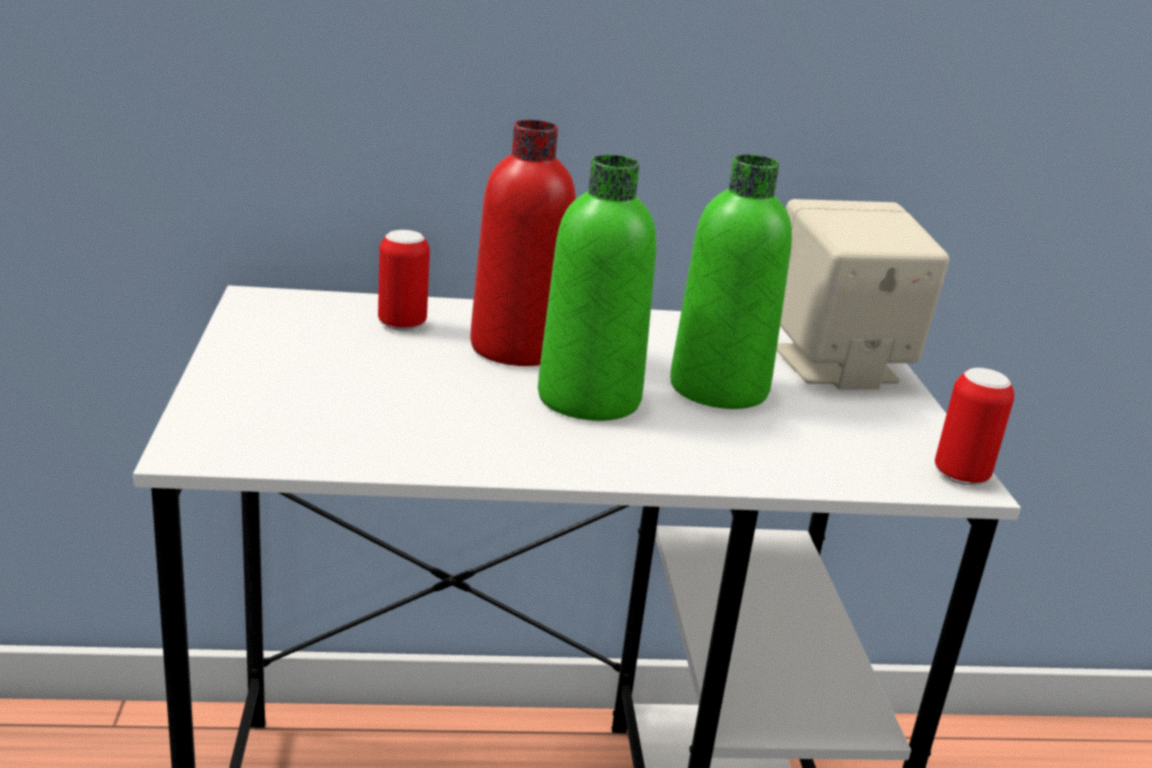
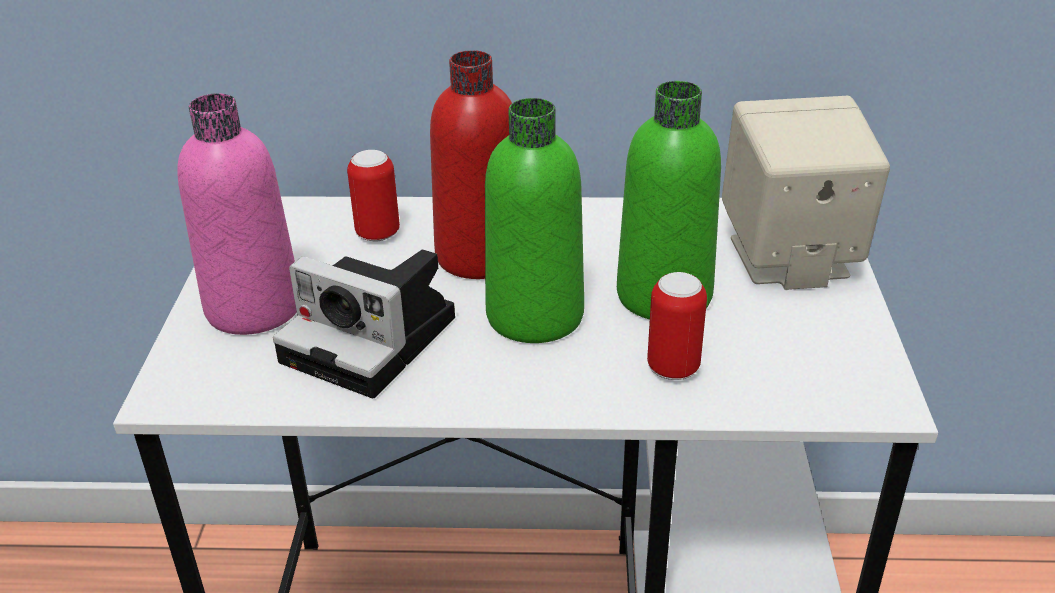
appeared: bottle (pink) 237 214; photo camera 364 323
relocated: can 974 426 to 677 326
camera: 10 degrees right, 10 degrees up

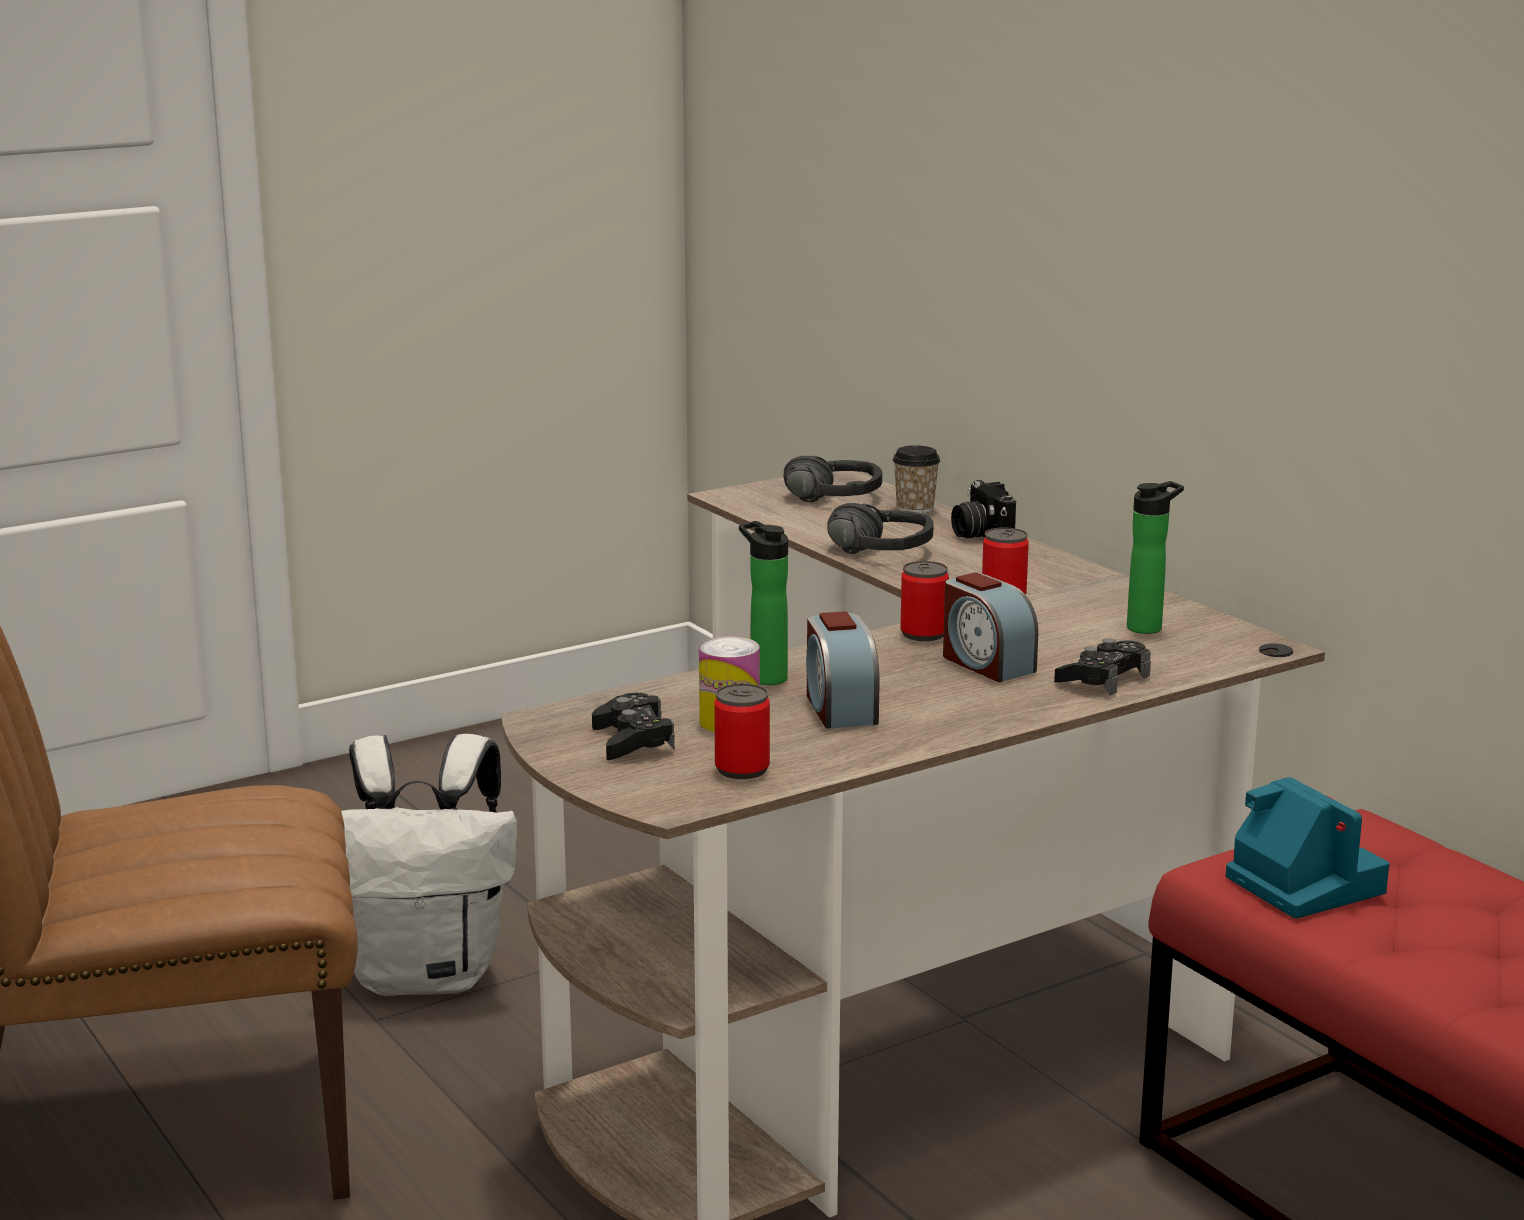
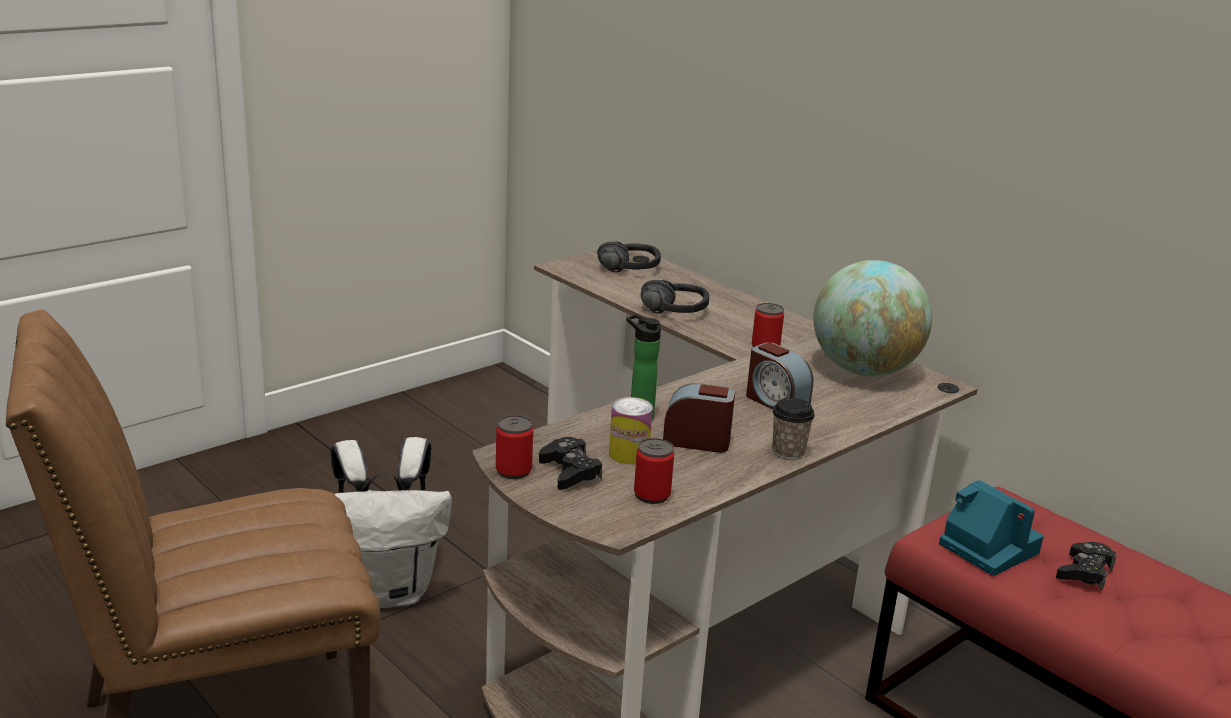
missing: photo camera 983 509
relocated: cup 916 479 to 793 429; can 924 601 to 514 447; game controller (black) 1102 666 to 1086 566
exchanged: bottle 1155 557 to globe 872 318
spun: alarm clock 842 670 = 699 418 120 degrees clockwise
camera: 10 degrees left, 5 degrees up

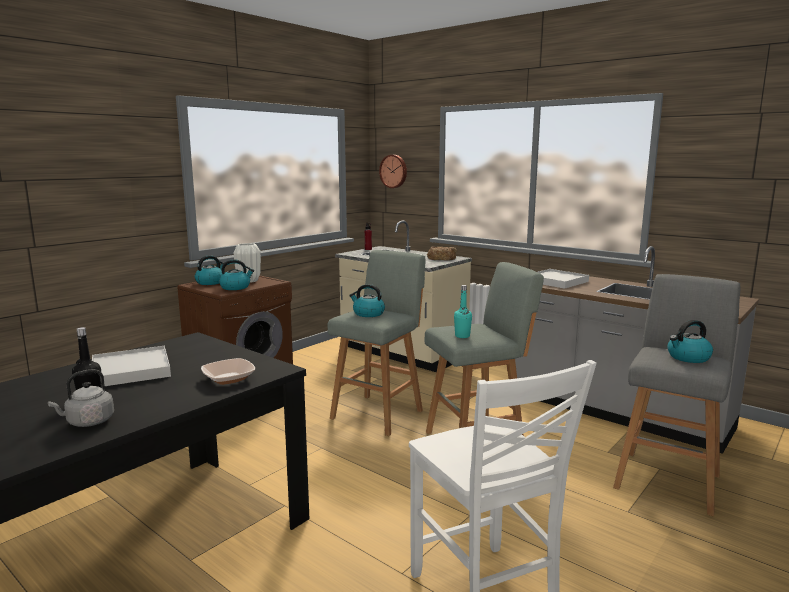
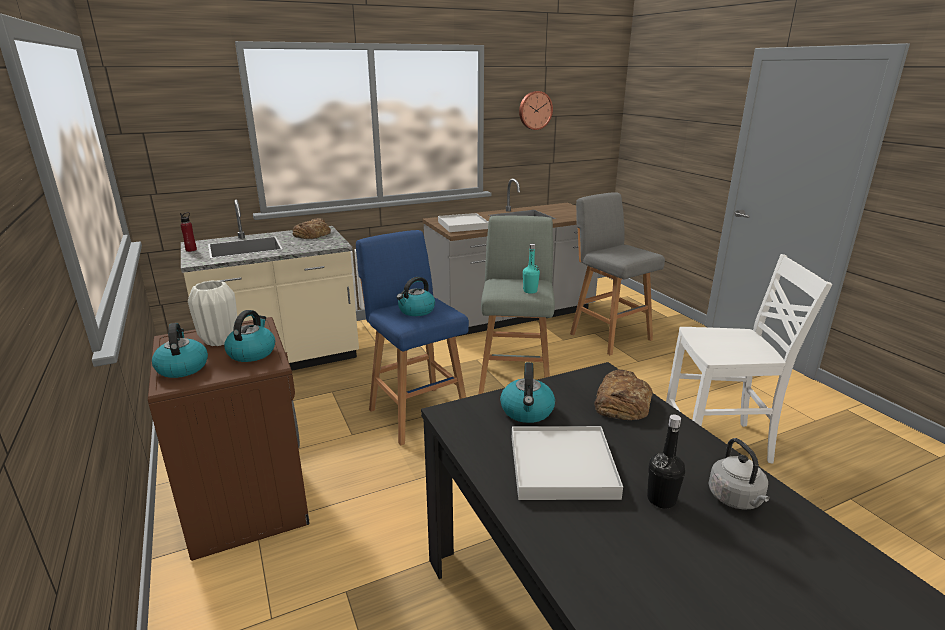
relocated: wall clock 393 171 to 536 110; kettle 690 341 to 527 392
exchanged: bowl 228 371 to bread 623 394
colour: stool (grey) 376 343 to stool (blue) 412 338
camera: 65 degrees left, 10 degrees up

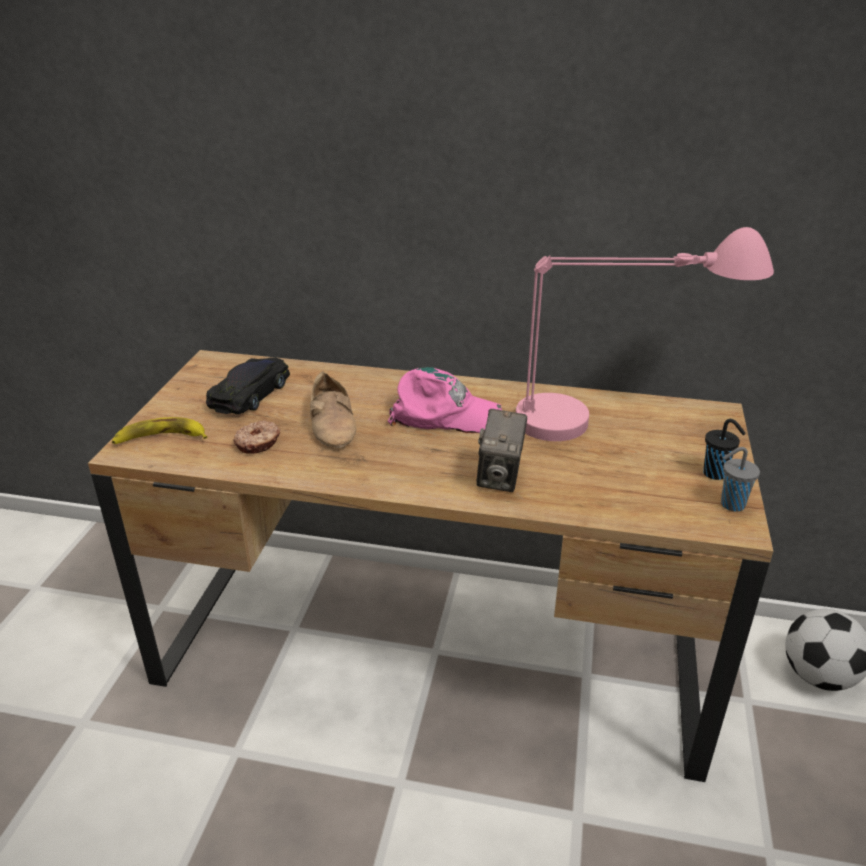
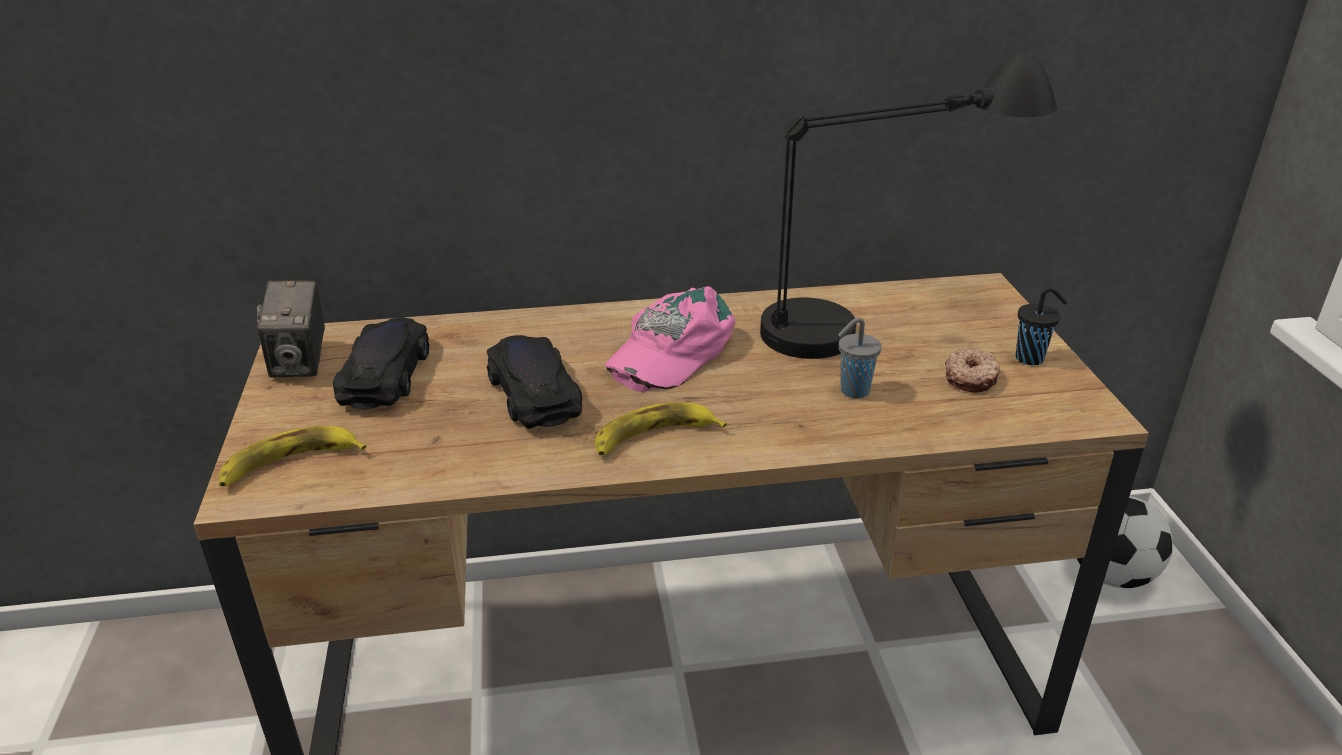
appeared: banana 661 429
relocated: donut 257 437 to 972 370; photo camera 501 450 to 291 329; cup (grey) 740 479 to 860 358
exchanged: shoe (beige) 333 409 to toy car (black) 534 382
colour: table lamp (pink) 645 334 to table lamp (black) 908 206
spun: cap (pink) 445 400 = 670 339 135 degrees clockwise
camera: 20 degrees left, 0 degrees up

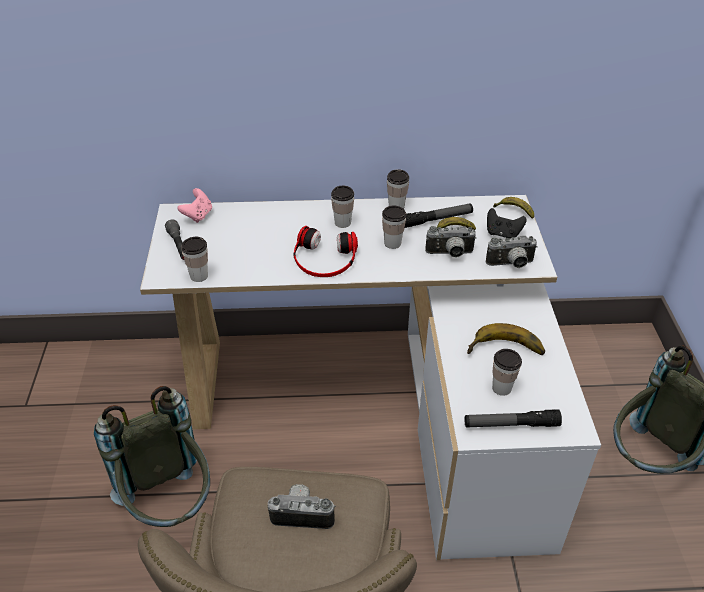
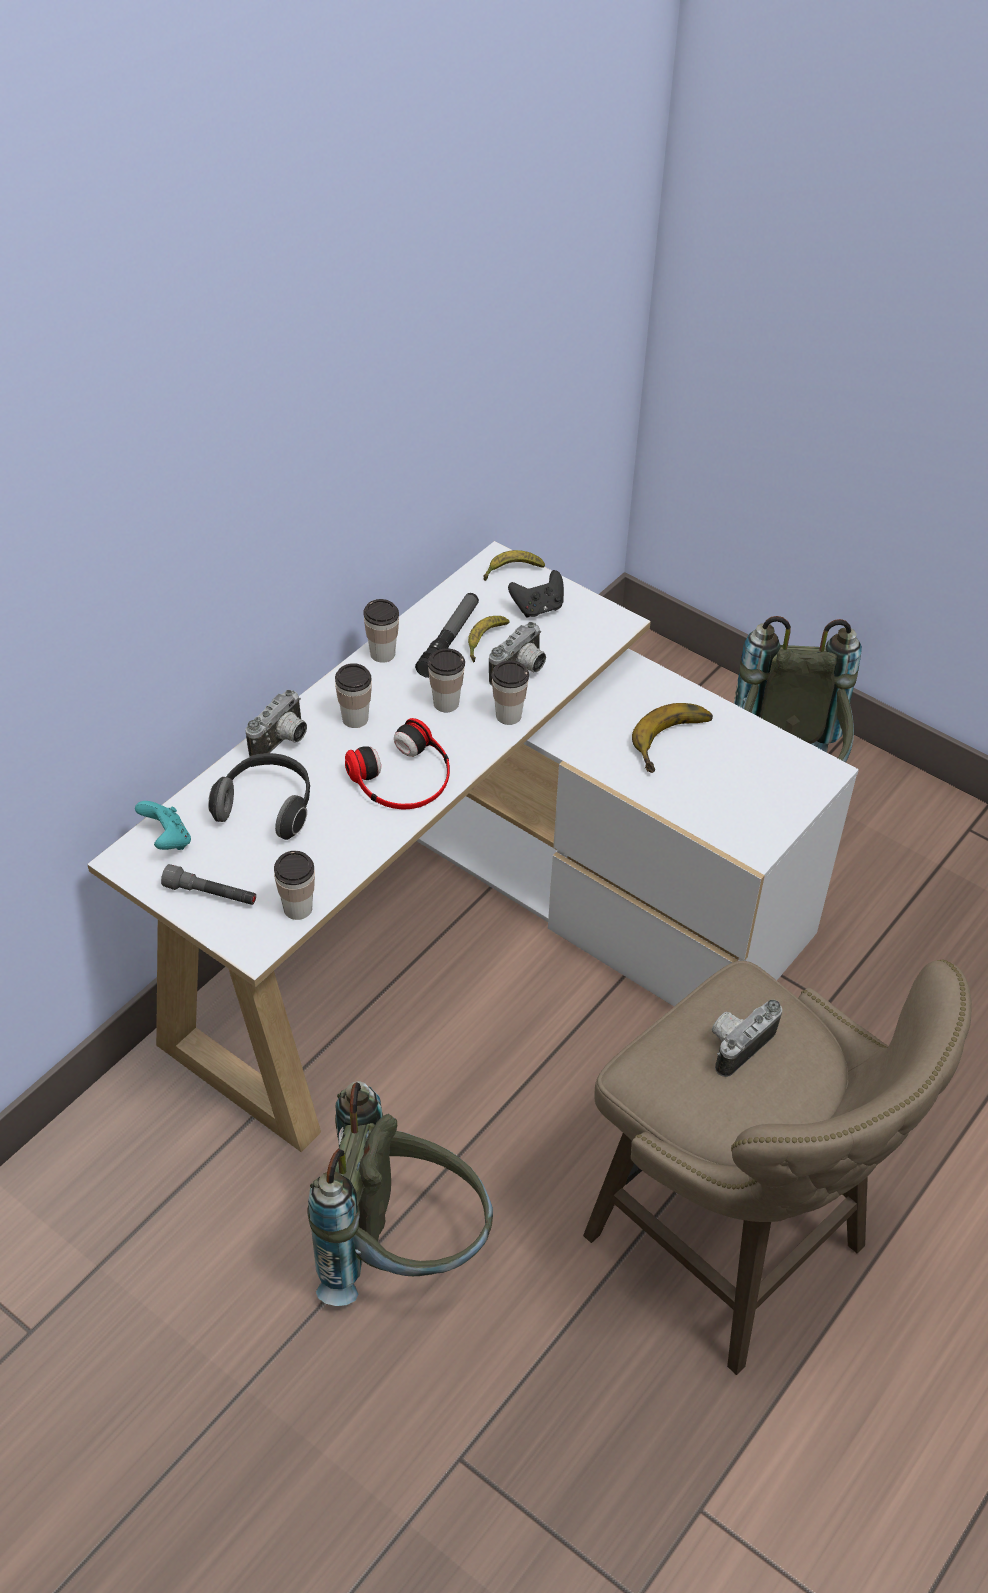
missing: flashlight 513 418
appeared: headphones 259 796
relocated: photo camera 512 252 to 276 723; cup 507 372 to 510 693
colour: game controller (pink) 194 205 to game controller (turquoise) 163 825
camera: 50 degrees left, 5 degrees up

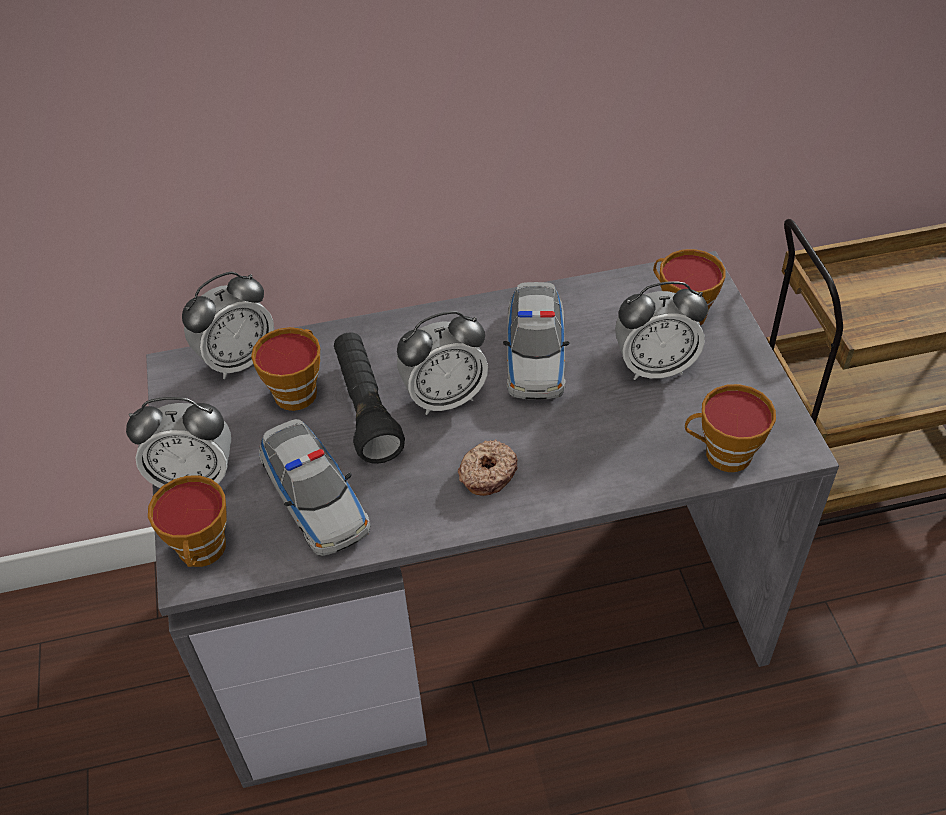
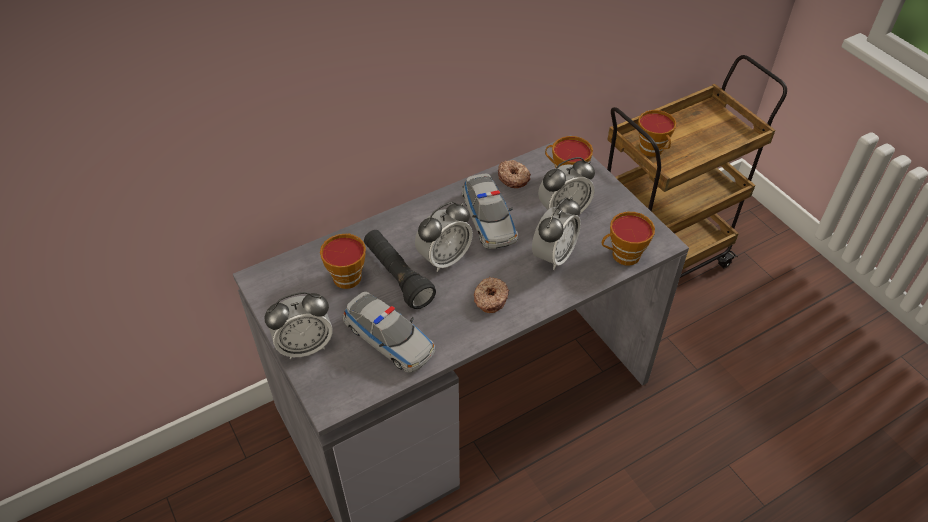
appeared: donut 514 174
relocated: cup 187 521 to 657 133; alarm clock 228 325 to 556 233
camera: 20 degrees left, 0 degrees up

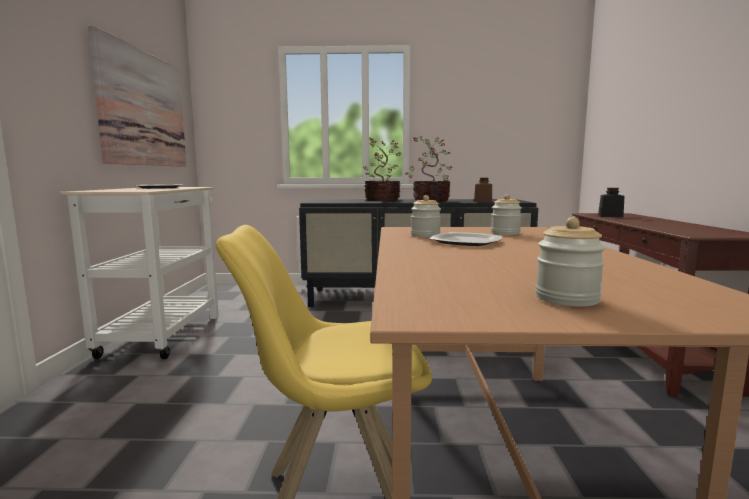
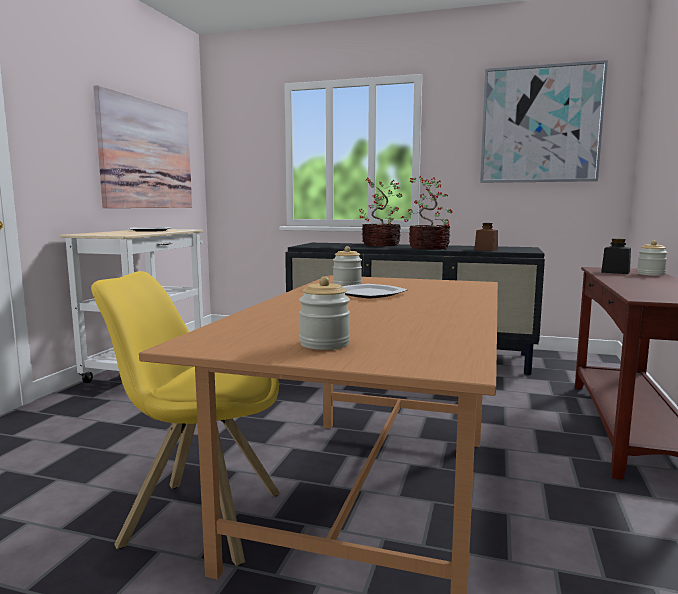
appeared: picture 544 121
relocated: jar 506 214 to 652 258
camera: 15 degrees right, 0 degrees up

